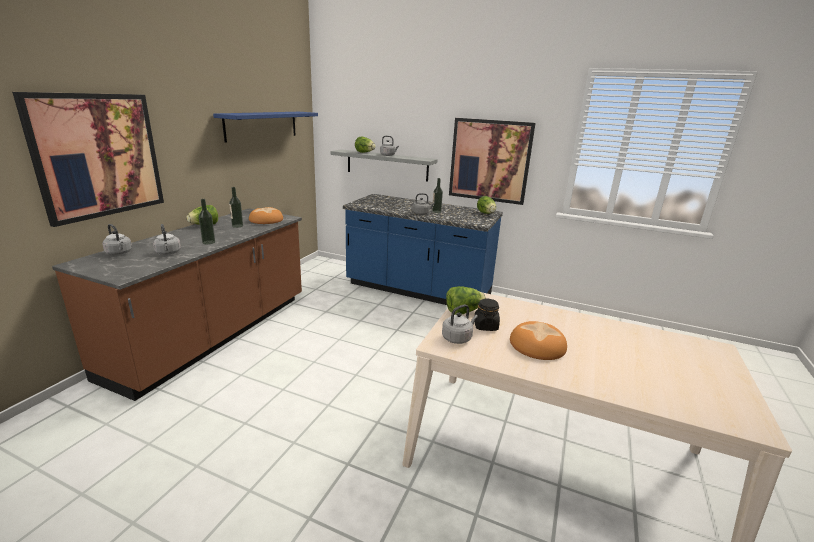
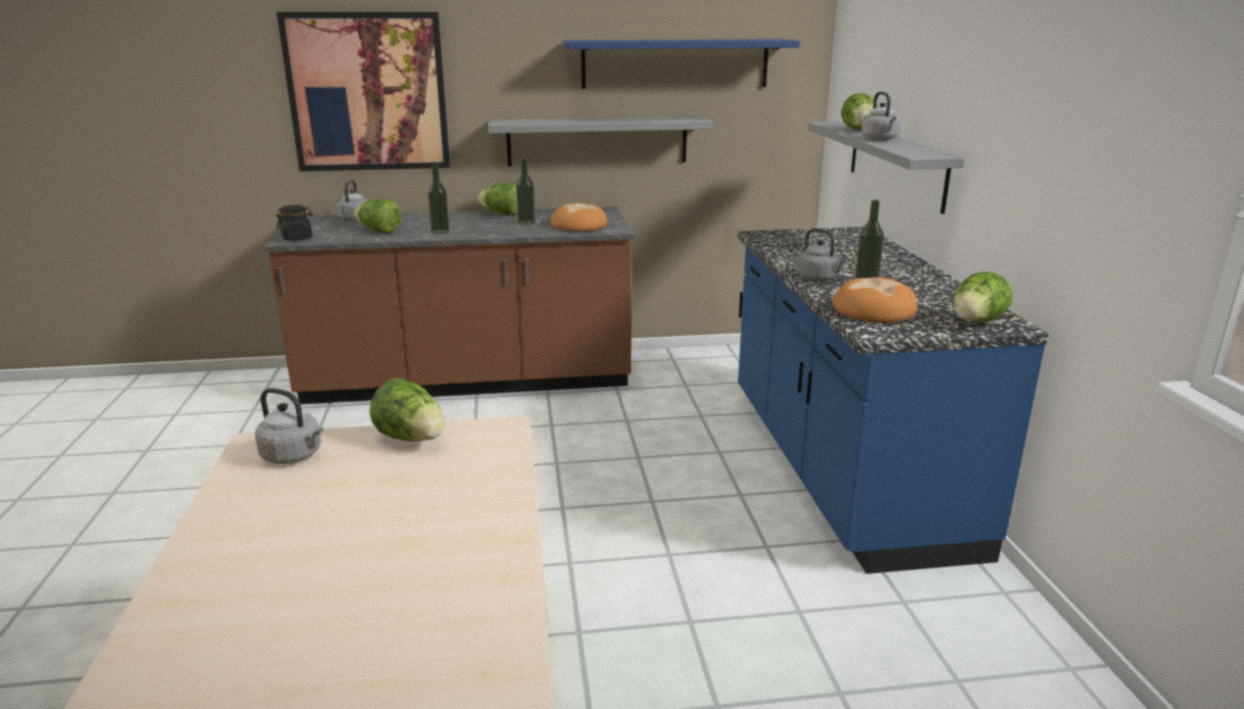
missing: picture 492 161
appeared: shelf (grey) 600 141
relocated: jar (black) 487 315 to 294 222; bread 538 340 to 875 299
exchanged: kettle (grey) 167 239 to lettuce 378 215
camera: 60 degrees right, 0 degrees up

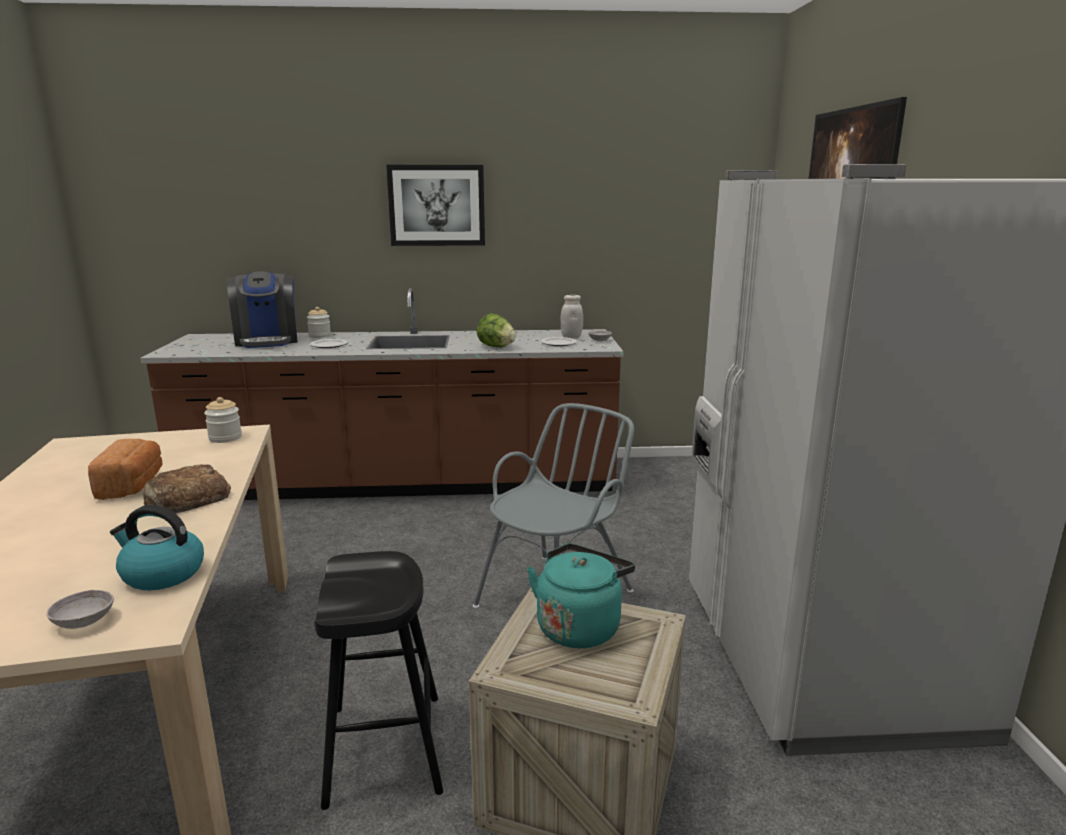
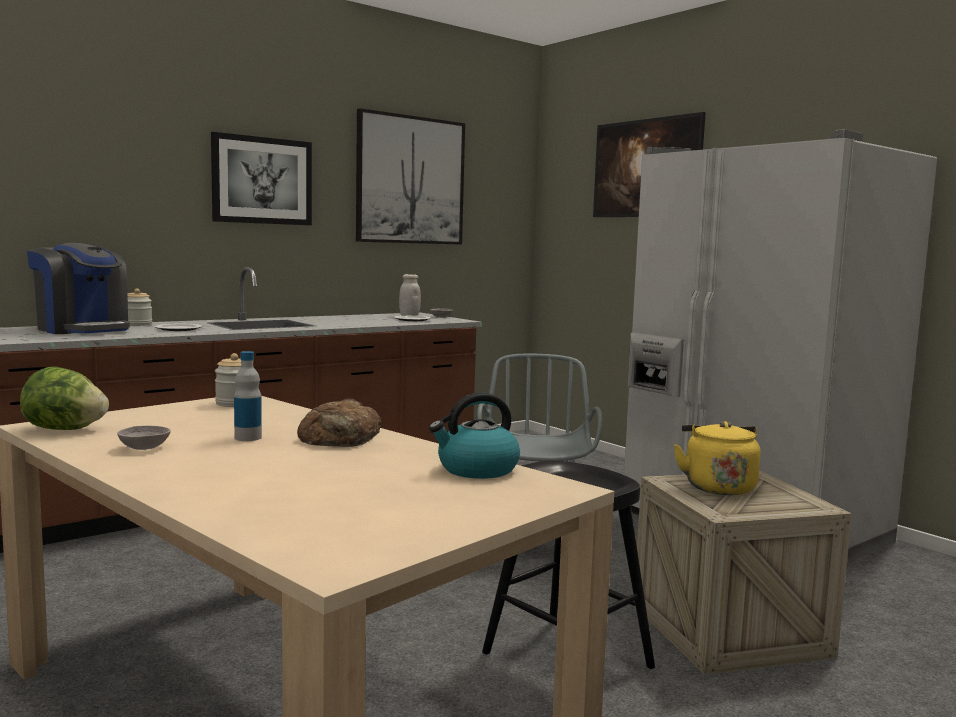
appeared: picture 410 176
relocated: bowl (grey) 80 609 to 144 438; lettuce 496 331 to 64 398
exchanged: bread 125 469 to bottle 248 396
colour: kettle (turquoise) 581 595 to kettle (yellow) 717 458
camera: 35 degrees left, 10 degrees down

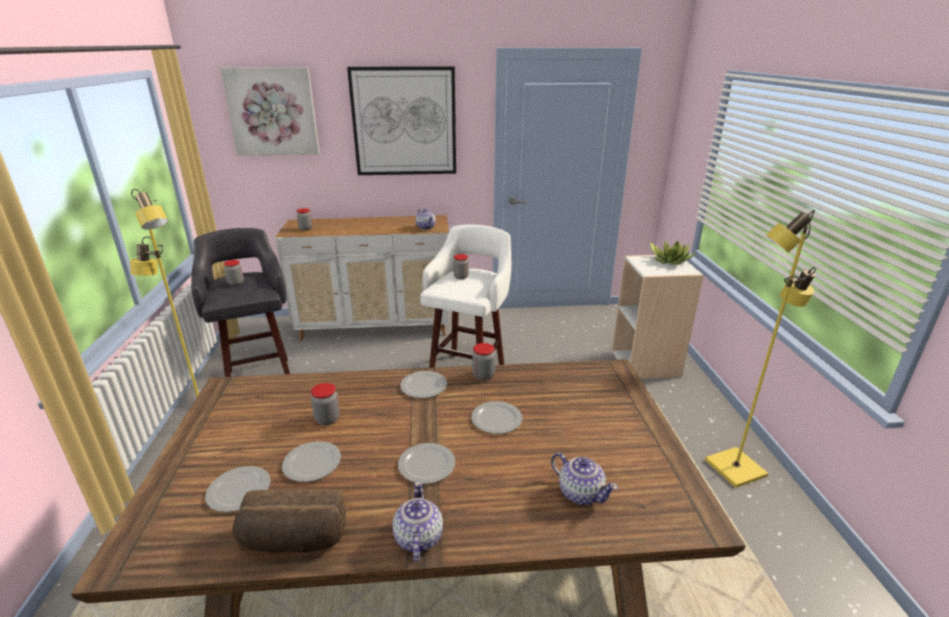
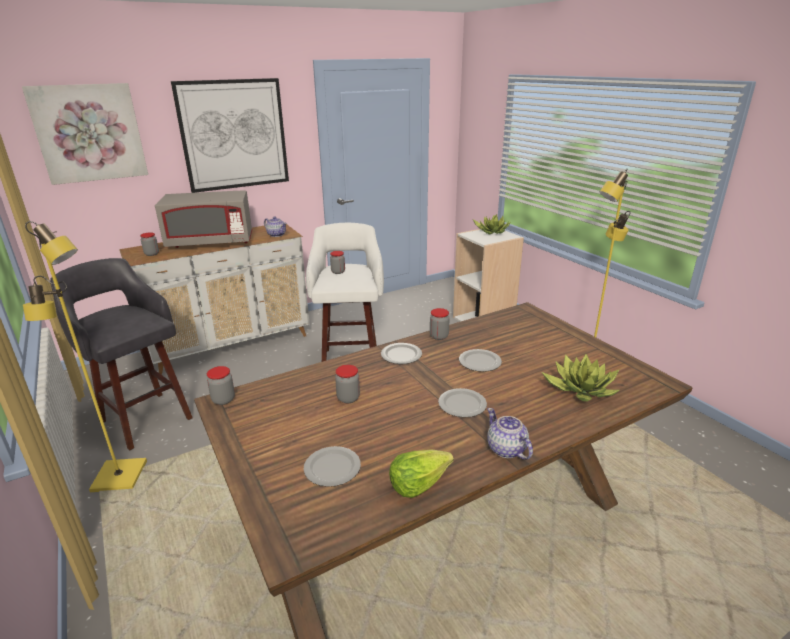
missing: plate 311 461
appeared: microwave (grey) 203 219
relocated: jar 234 273 to 221 385
exchanged: bread 289 521 to lettuce 421 474; teapot 584 478 to potted plant 581 377
camera: 25 degrees left, 0 degrees up

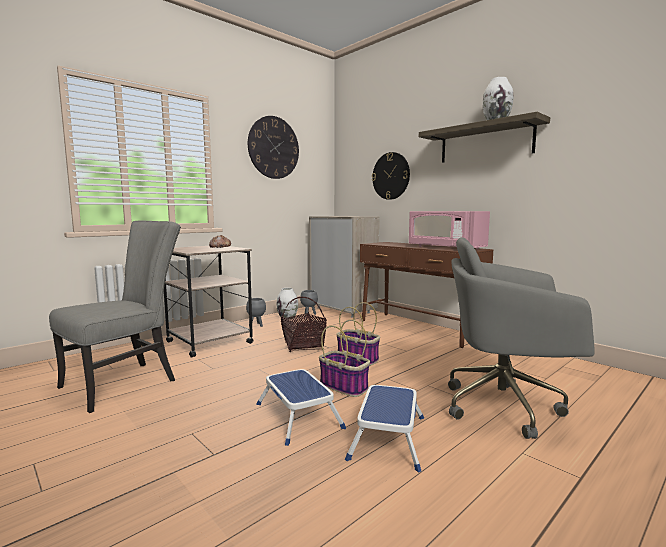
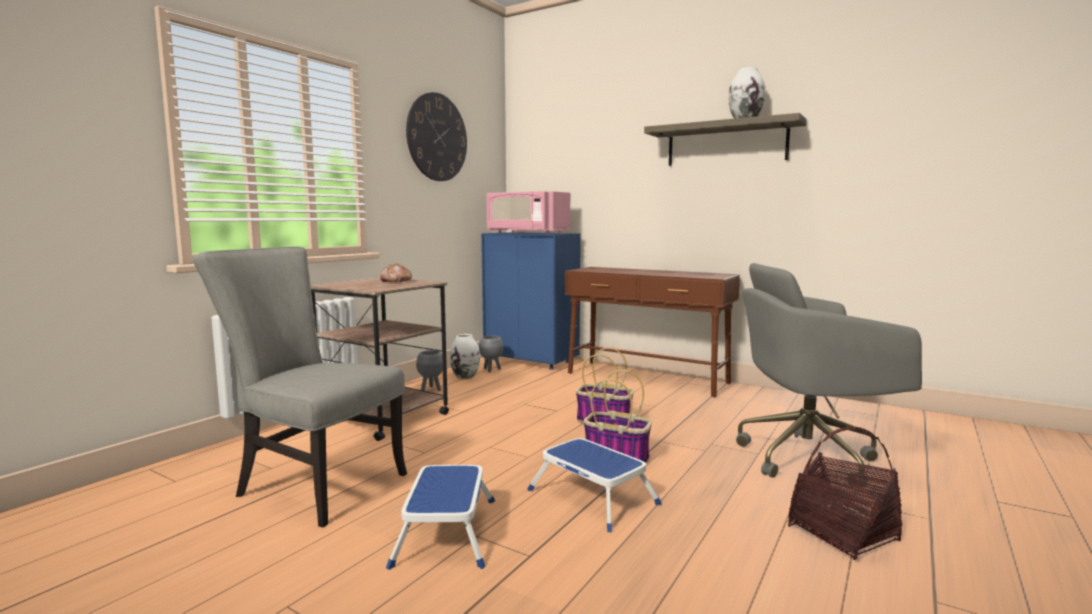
missing: wall clock 391 176
relocated: basket 303 324 to 845 493; step ladder (blue) 384 428 to 440 517; microwave (pink) 449 230 to 528 212
colour: cabinet (beige) 344 266 to cabinet (blue) 531 301
spun: chair (grey) 115 317 = 299 387 90 degrees counterclockwise
camera: 15 degrees left, 0 degrees up

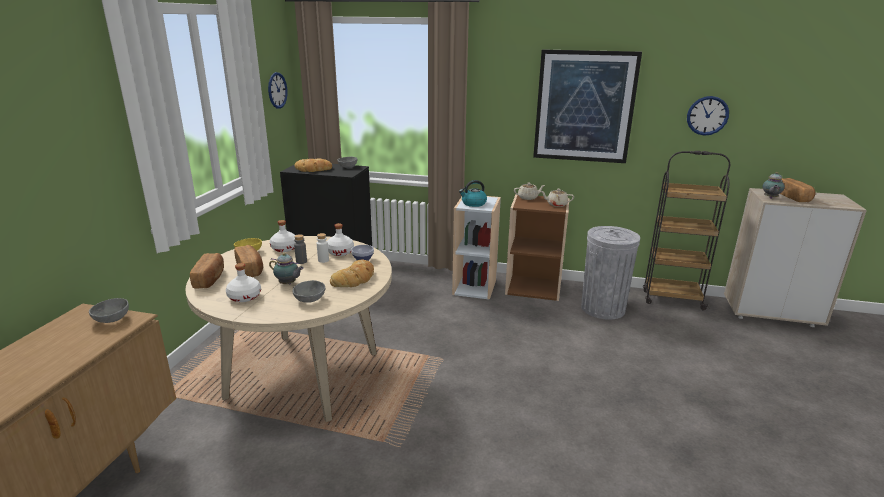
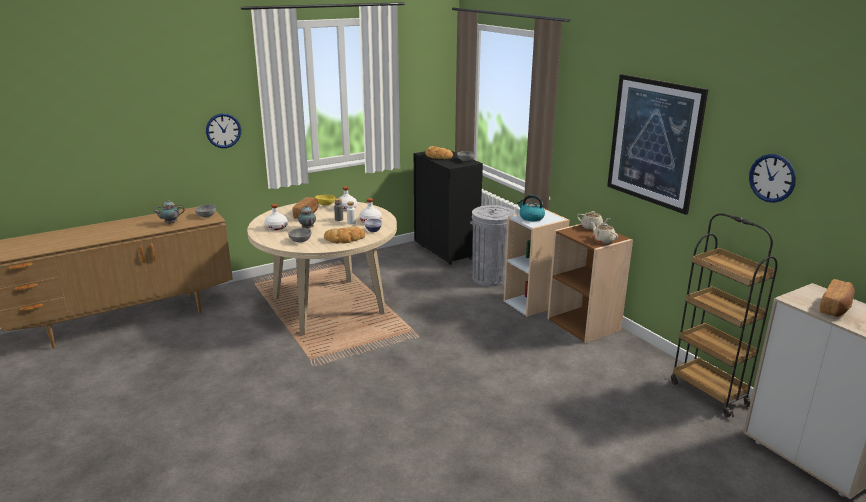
missing: bread 207 270
relocated: wall clock 278 90 to 223 130; trash can (grey) 610 273 to 493 245; teapot 773 185 to 169 212
camera: 45 degrees right, 0 degrees up

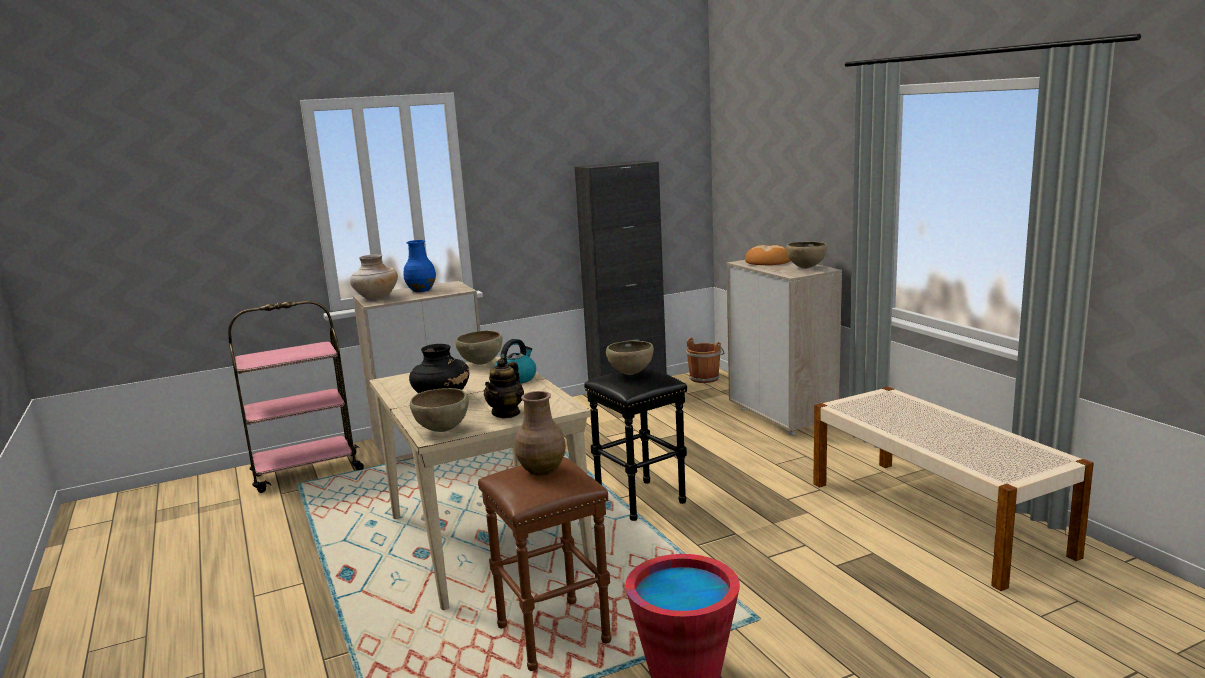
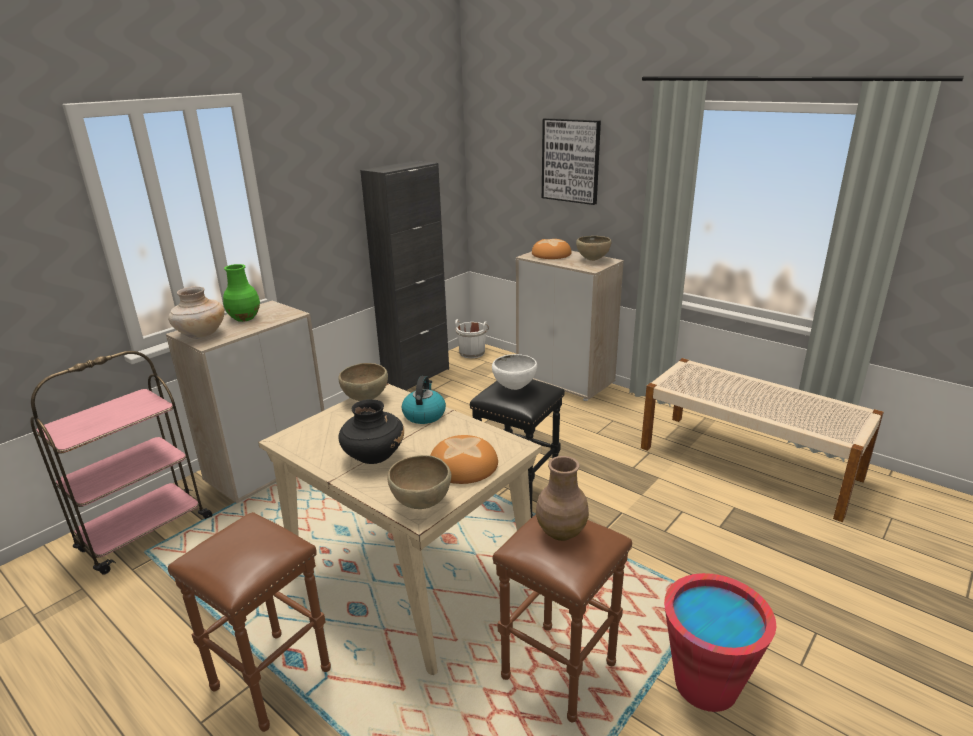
appeared: stool (brown) 249 622; picture 571 161
exchanged: teapot 504 388 to bread 464 459
colour: vase (blue) 419 266 to vase (green) 241 293; bowl (brown) 630 357 to bowl (white) 514 372; bucket (brown) 705 360 to bucket (white) 472 338
camera: 25 degrees left, 10 degrees up

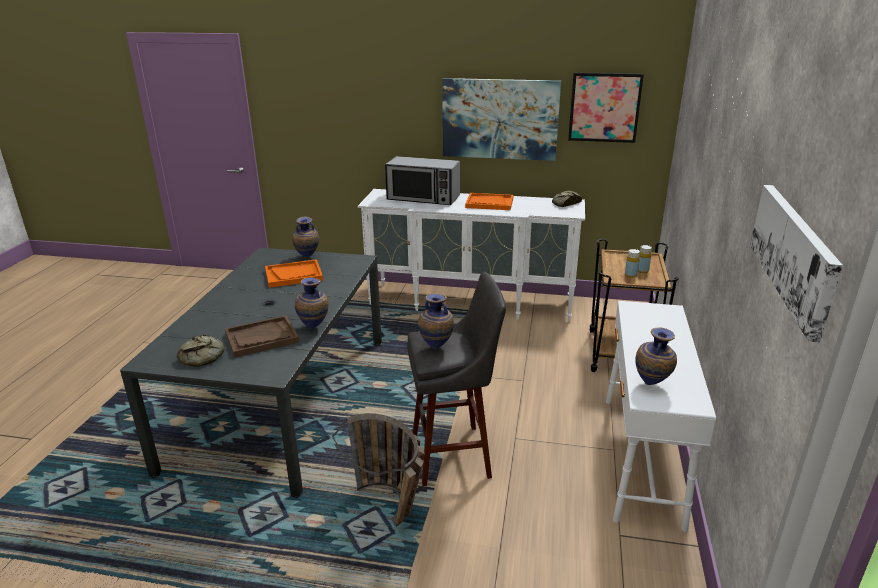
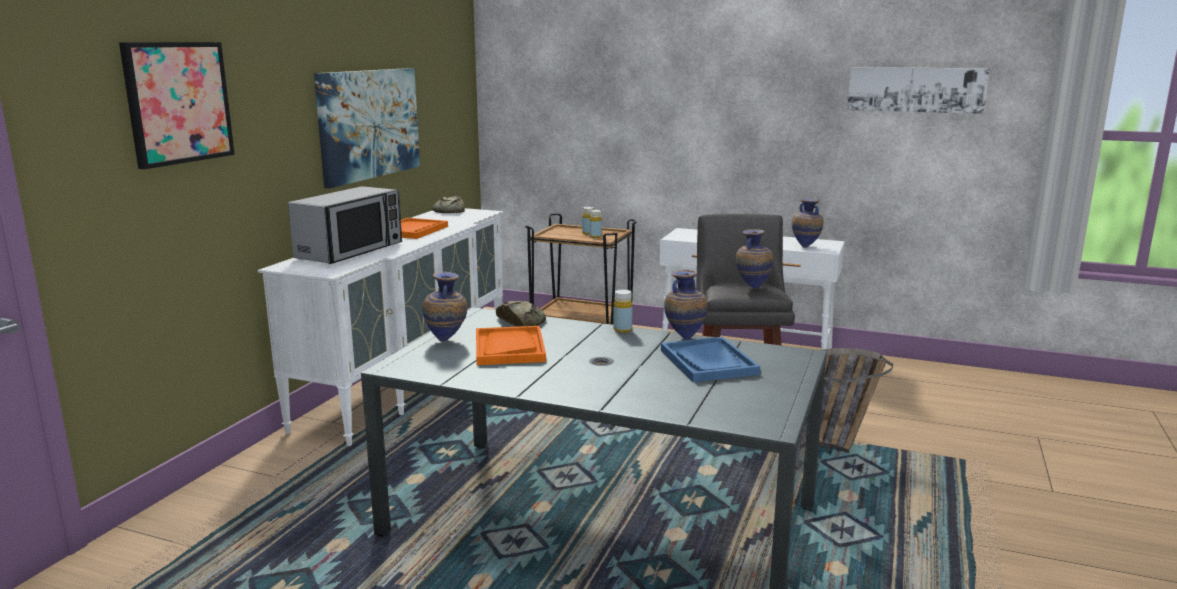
appeared: bottle (yellow) 623 311
relocated: bread 201 351 to 521 314; picture 606 107 to 177 105
colour: tray (brown) 262 336 to tray (blue) 710 359
camera: 80 degrees left, 10 degrees down

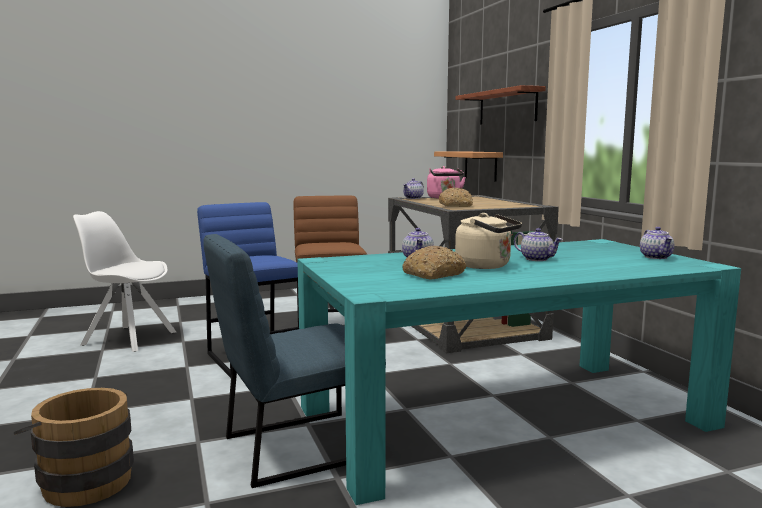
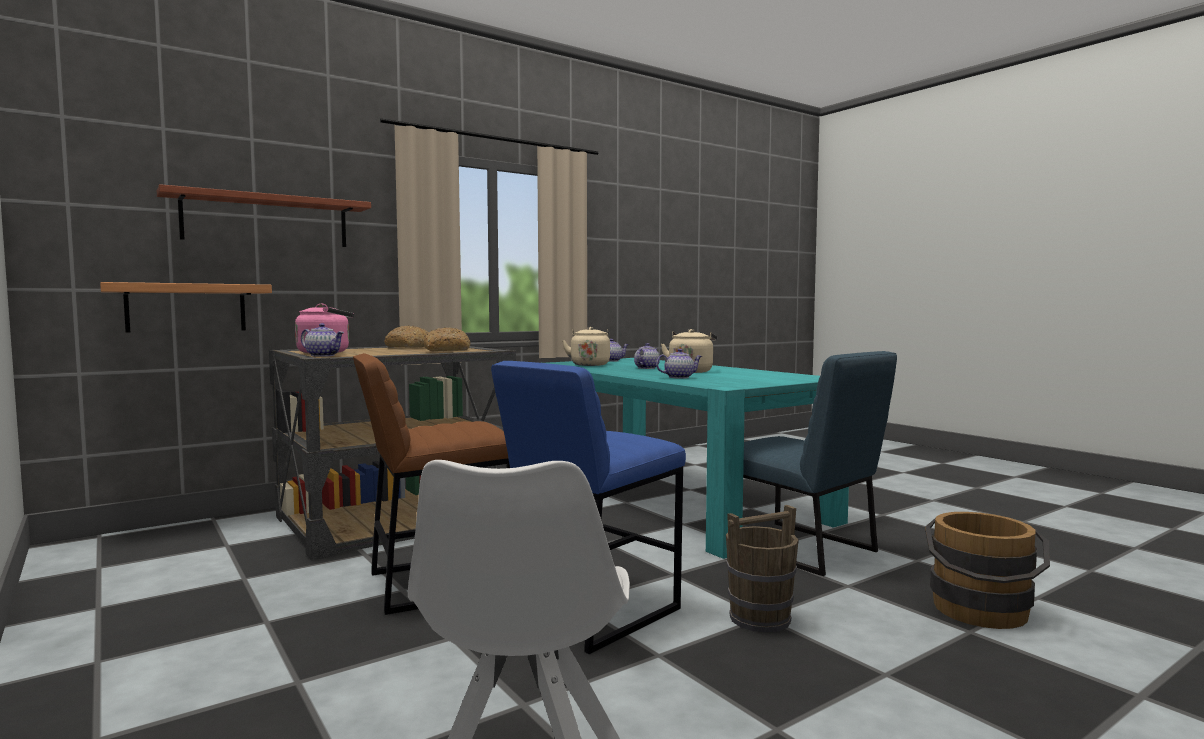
appeared: kettle (beige) 586 346; bucket (brown) 762 569
relocated: bread 434 263 to 406 337
camera: 105 degrees left, 5 degrees down

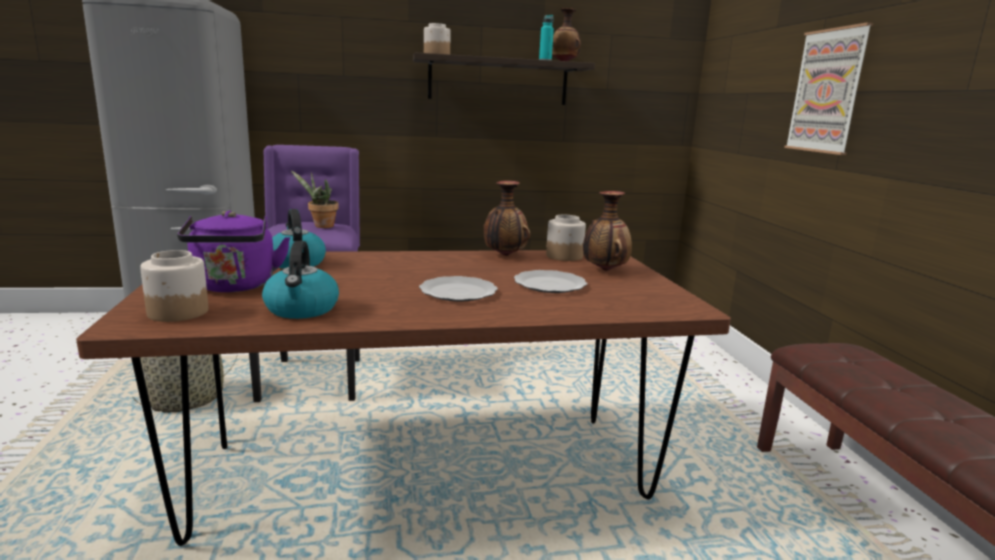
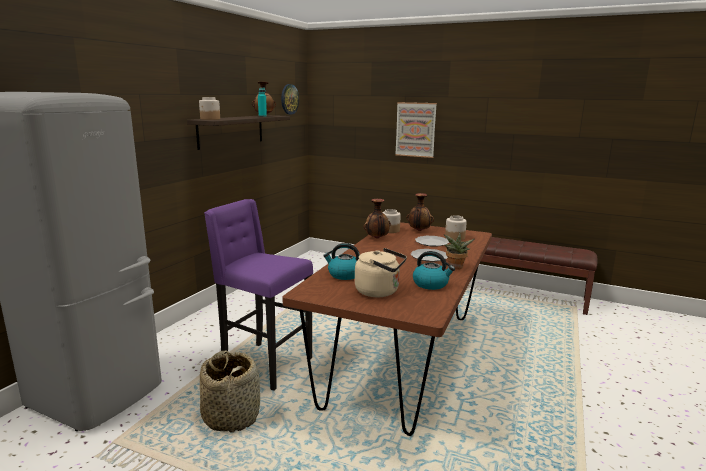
appeared: wall clock 290 99
relocated: jar 174 286 to 456 228; potted plant 315 199 to 459 250
colour: kettle (purple) 233 251 to kettle (beige) 381 272
camera: 55 degrees left, 0 degrees up

